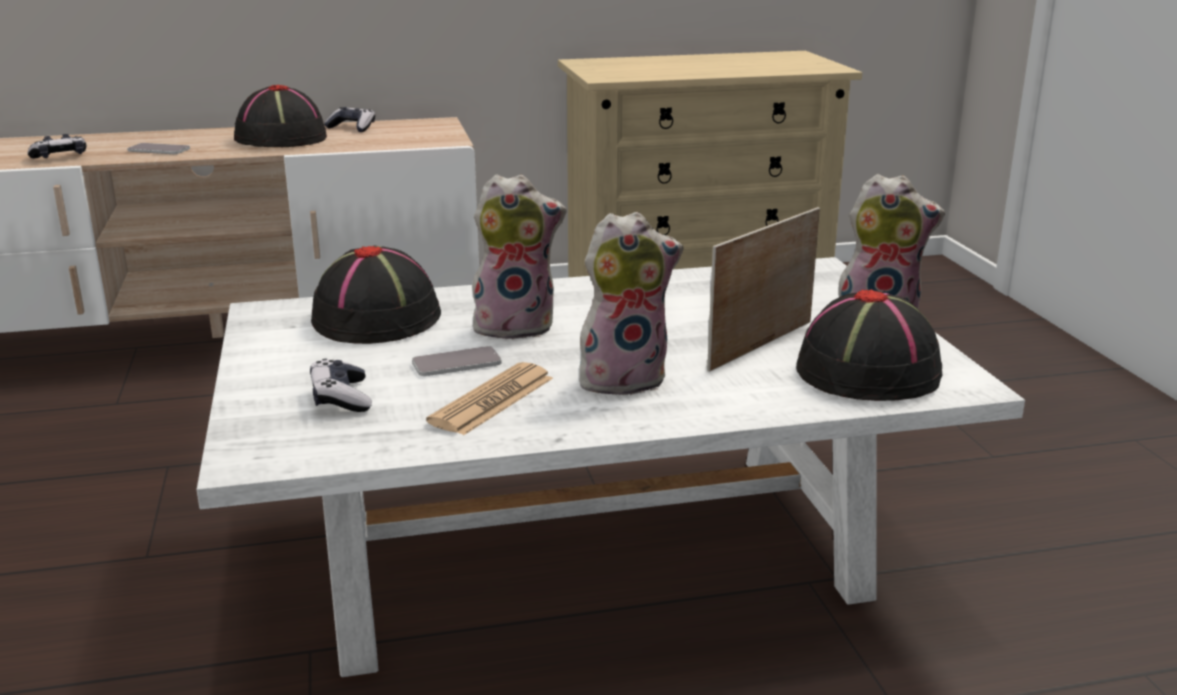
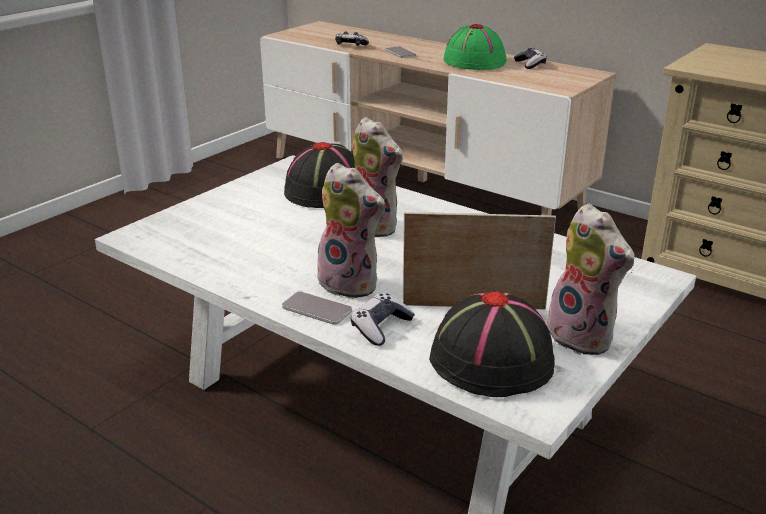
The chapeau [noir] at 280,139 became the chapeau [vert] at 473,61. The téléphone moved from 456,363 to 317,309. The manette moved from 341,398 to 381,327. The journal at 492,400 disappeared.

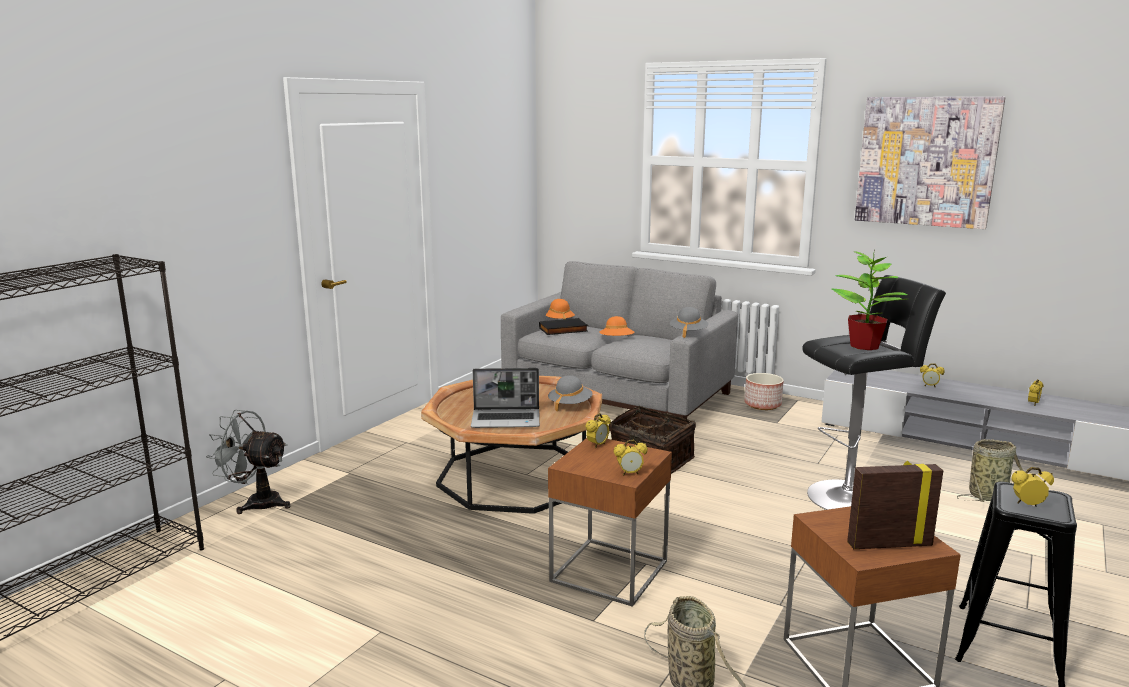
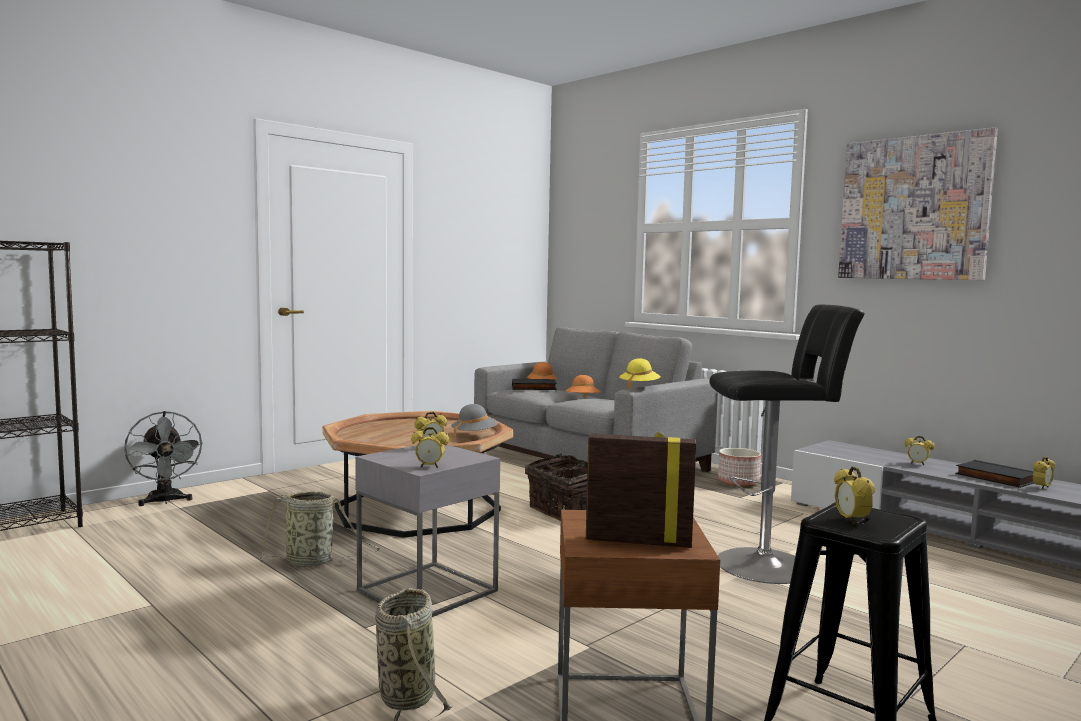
The plante en pot at 865,346 disappeared. The chapeau [gris] at 688,333 became the chapeau [jaune] at 639,387. The ordinateur portable at 507,420 disappeared. The ventilateur [gris] at 256,503 turned 150 degrees counterclockwise. The table d'appoint [marron] at 609,571 became the table d'appoint [gris] at 427,590. The panier moved from 989,496 to 313,562. The réveil at 1028,505 turned 120 degrees counterclockwise. The livre [noir] at 994,478 appeared.

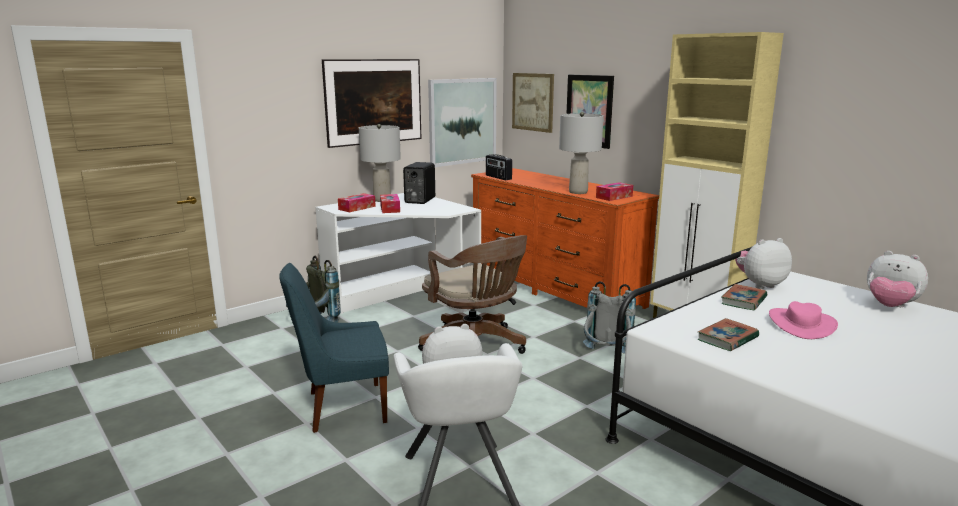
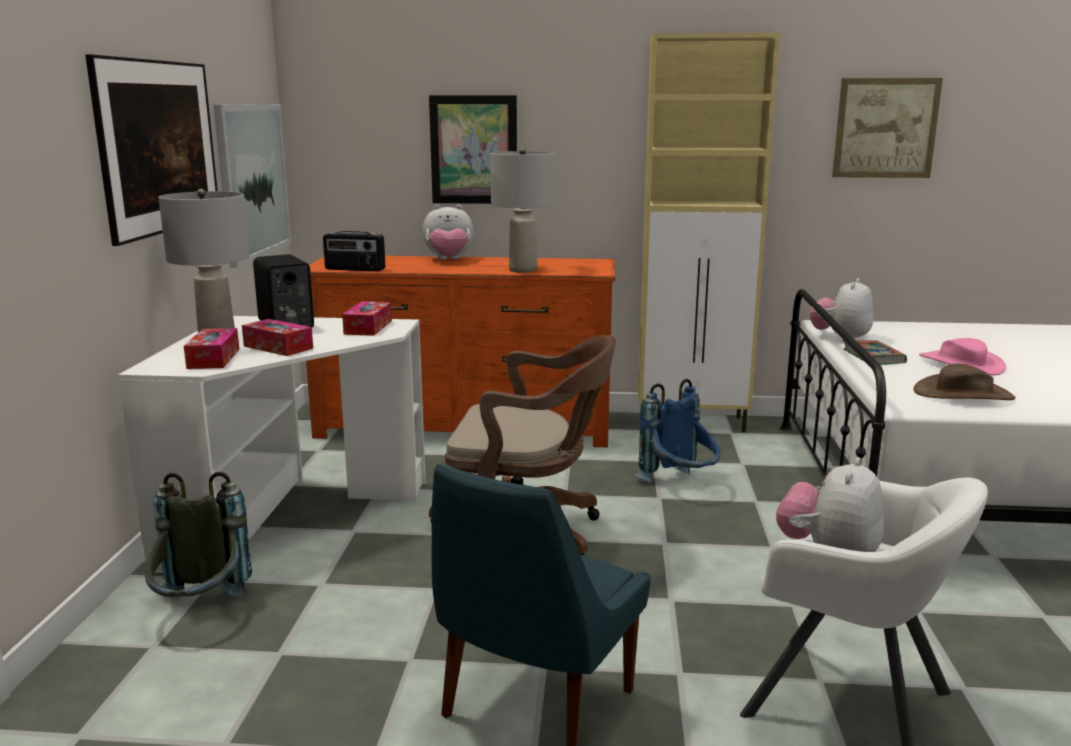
The tableau moved from 532,102 to 885,128. The boîte à mouchoirs moved from 614,197 to 368,327. The peluche moved from 890,306 to 448,260. The sac à dos [gris] at 606,357 became the sac à dos [bleu] at 680,486. The livre at 727,338 was replaced by the chapeau [marron] at 963,394.

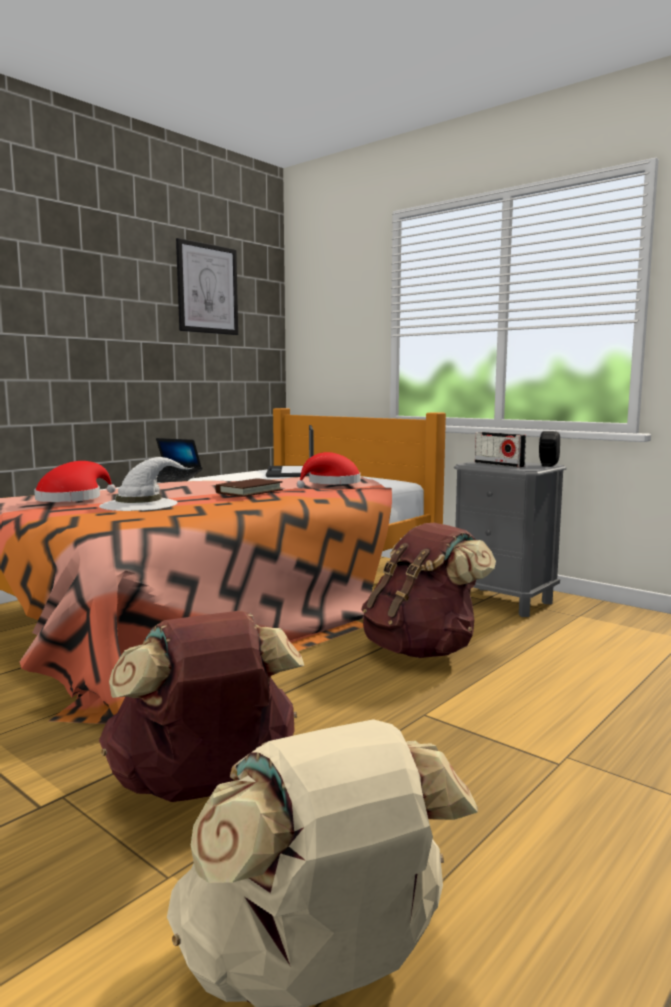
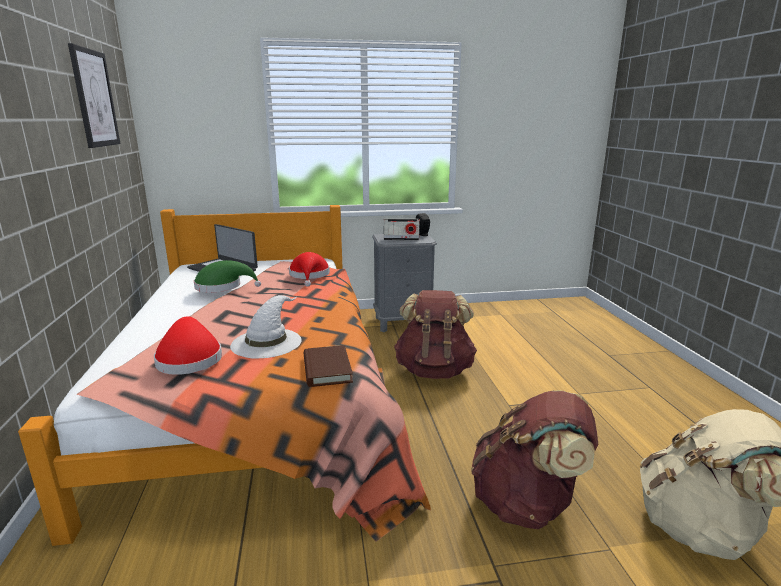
The ordinateur portable at 174,480 disappeared. The livre [marron] moved from 249,491 to 327,369. The chapeau [vert] at 222,286 appeared.

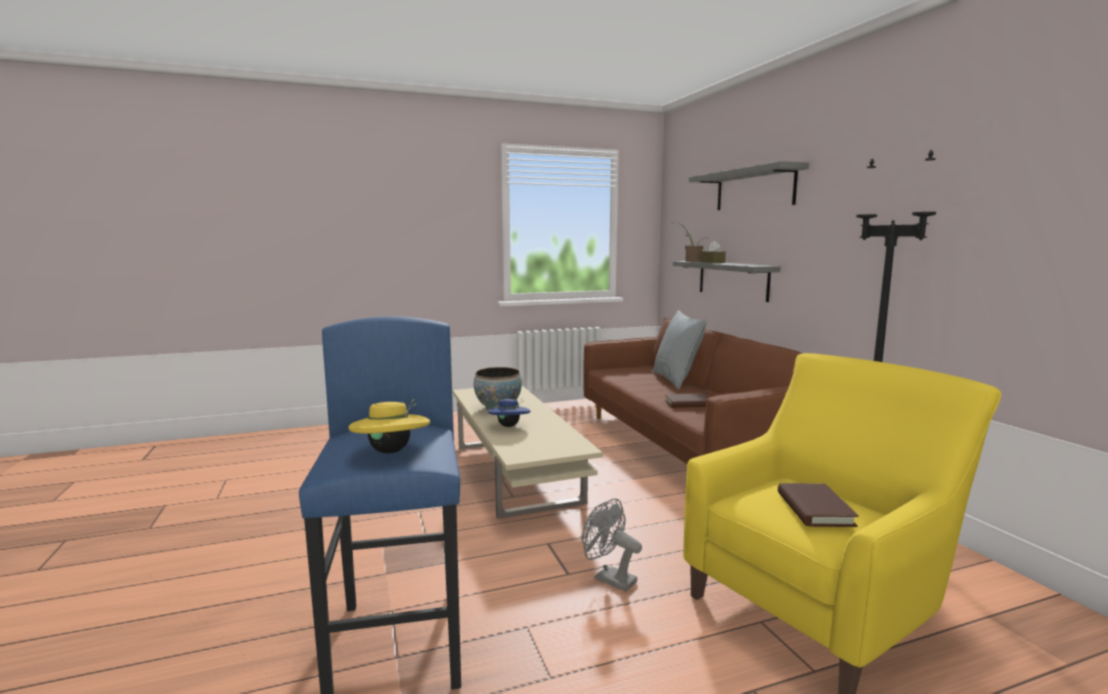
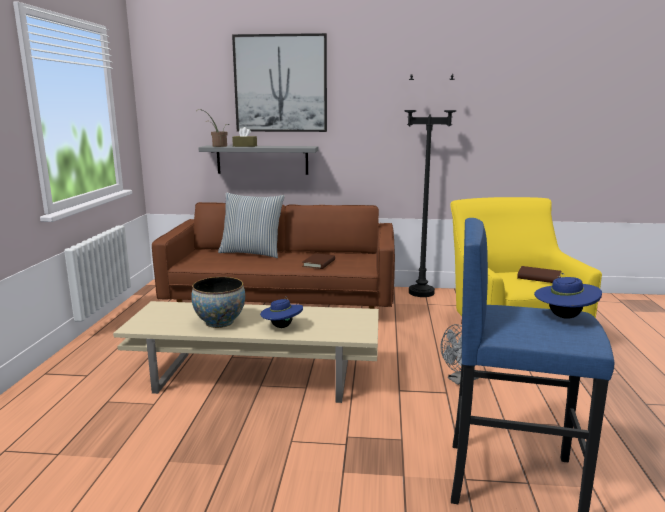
The étagère [gris] at 754,189 was replaced by the tableau at 280,84. The chapeau [jaune] at 391,451 became the chapeau [bleu] at 564,316.

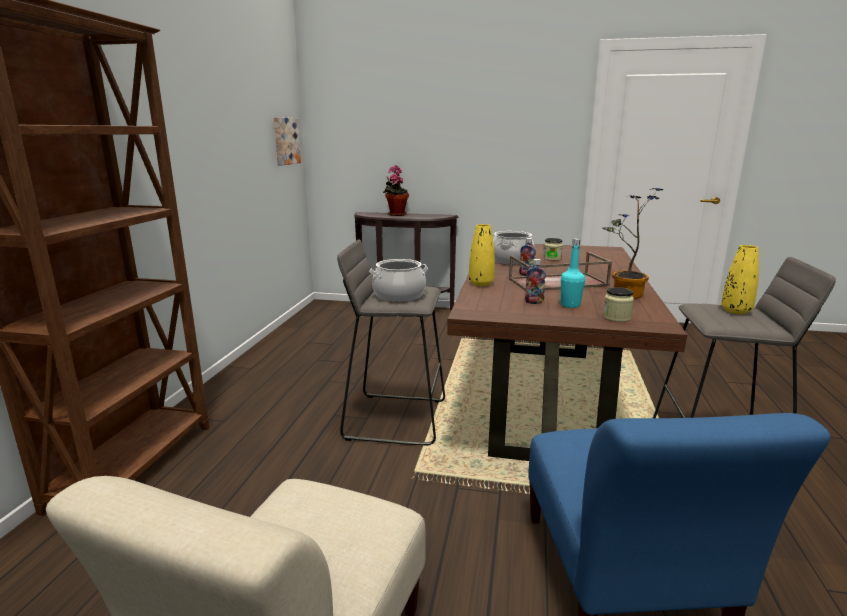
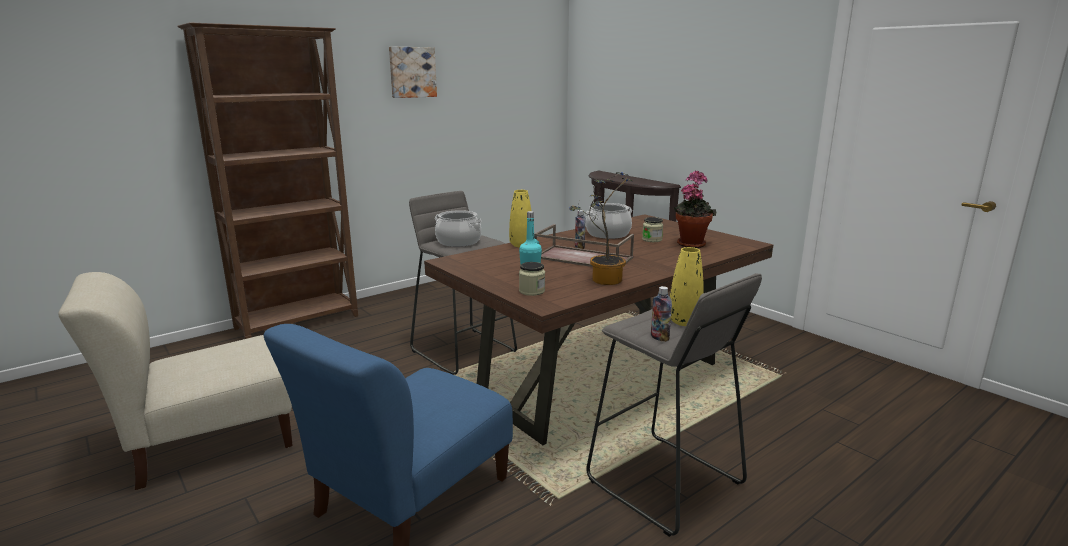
The tableau moved from 285,141 to 412,72. The plante en pot moved from 396,214 to 690,243. The bouteille moved from 534,302 to 659,338.

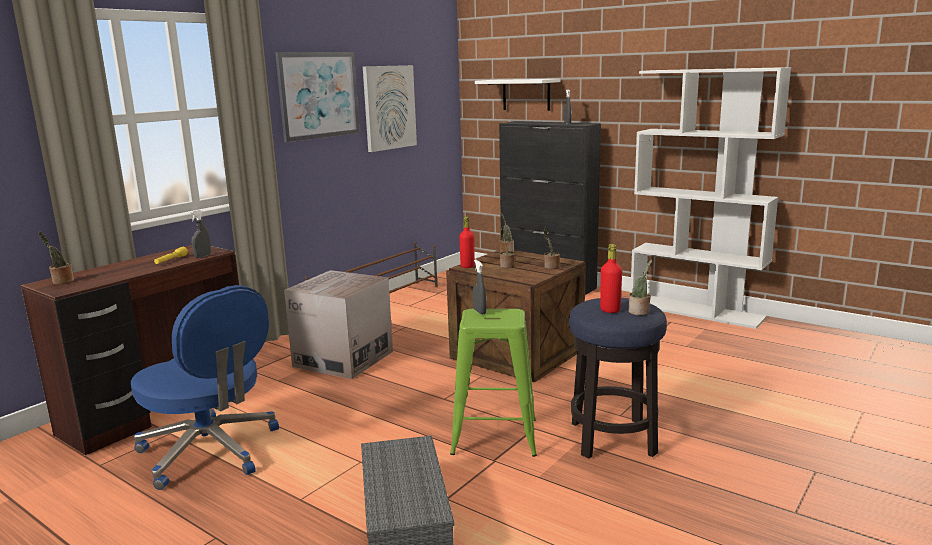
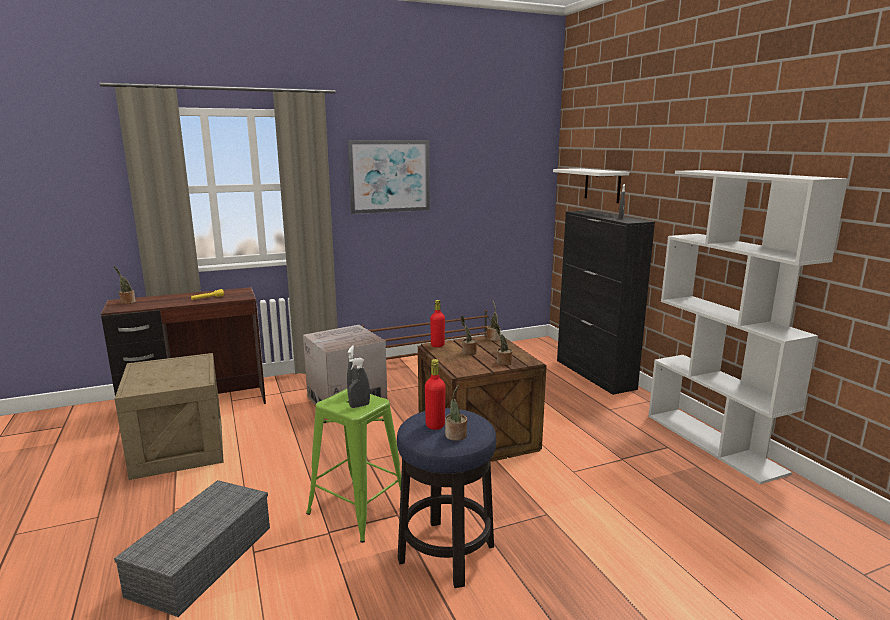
The tableau at 389,107 disappeared. The vaporisateur [gris] moved from 202,256 to 359,406. The chaise de bureau [bleu] at 211,451 was replaced by the caisse at 179,448.

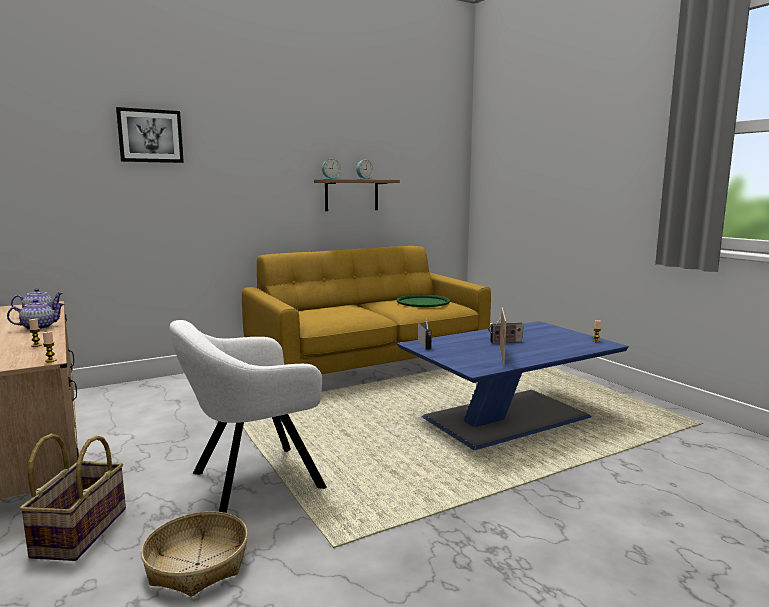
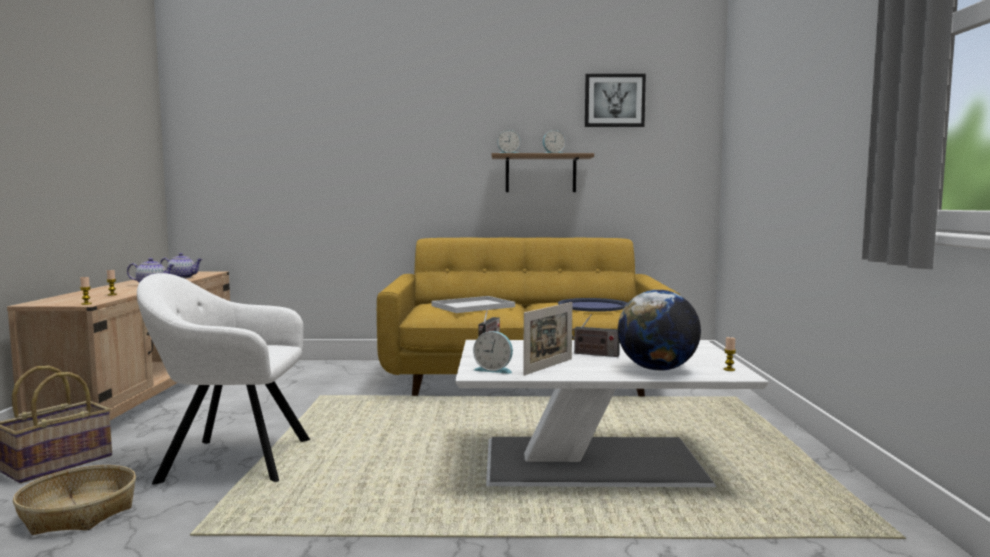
The tableau moved from 150,136 to 614,100. The plateau [vert] at 423,302 became the plateau [bleu] at 593,306. The table basse [bleu] at 508,417 became the table basse [blanc] at 597,462. The globe at 657,369 appeared. The plateau [blanc] at 473,306 appeared. The réveil at 494,369 appeared.

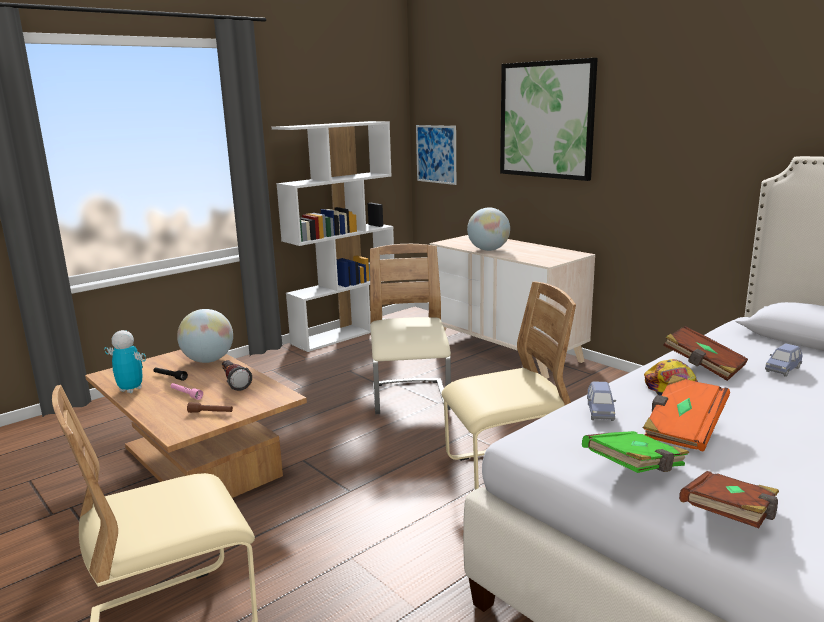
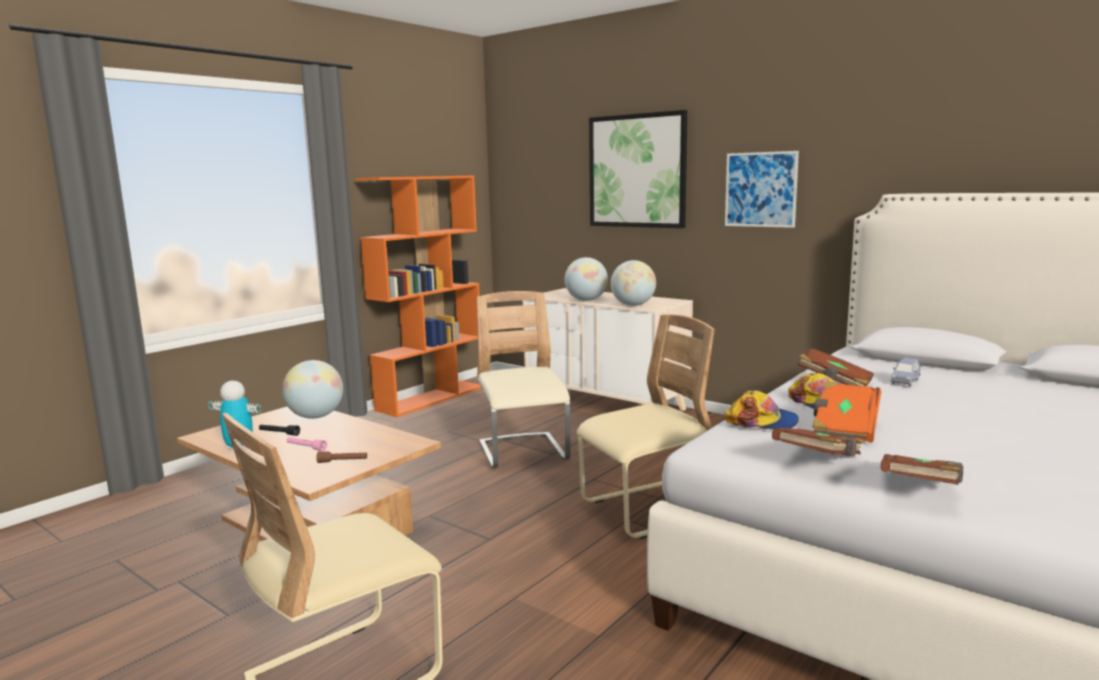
The bibliothèque [blanc] at 345,333 became the bibliothèque [orange] at 431,398. The tableau moved from 436,154 to 760,189. The lampe de poche at 234,382 disappeared. The petite voiture [bleu] at 600,412 was replaced by the casquette at 762,421. The livre [vert] at 636,469 became the livre [marron] at 819,460. The globe at 633,305 appeared.

